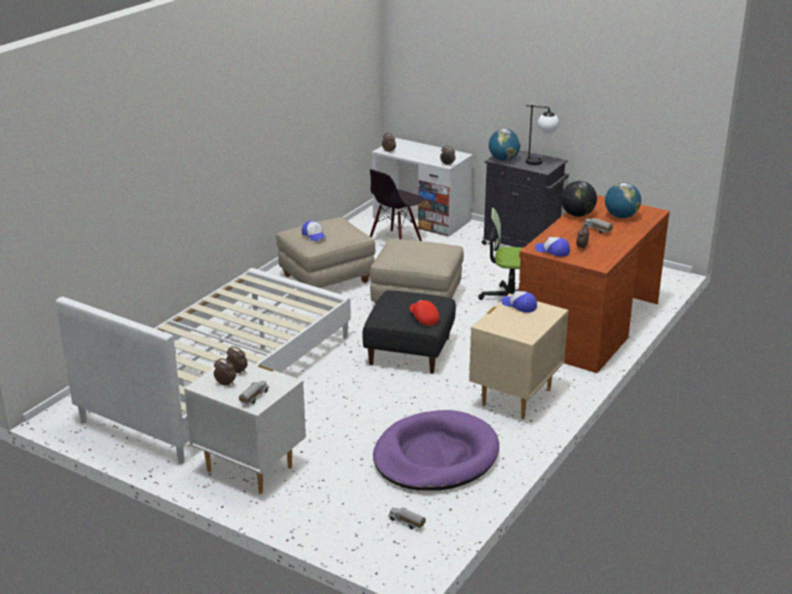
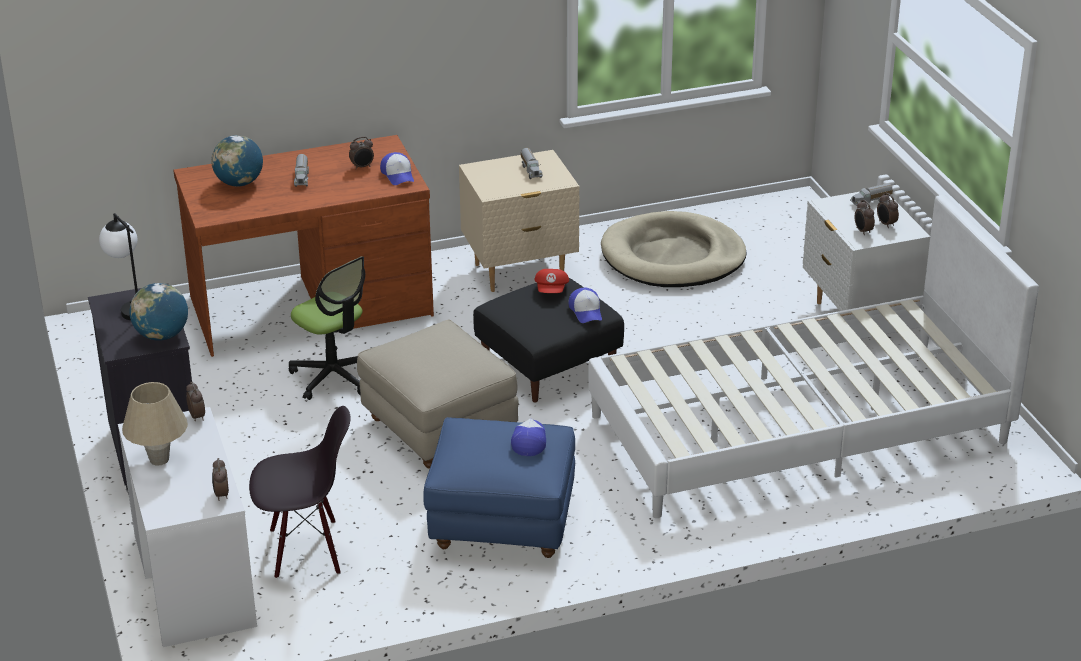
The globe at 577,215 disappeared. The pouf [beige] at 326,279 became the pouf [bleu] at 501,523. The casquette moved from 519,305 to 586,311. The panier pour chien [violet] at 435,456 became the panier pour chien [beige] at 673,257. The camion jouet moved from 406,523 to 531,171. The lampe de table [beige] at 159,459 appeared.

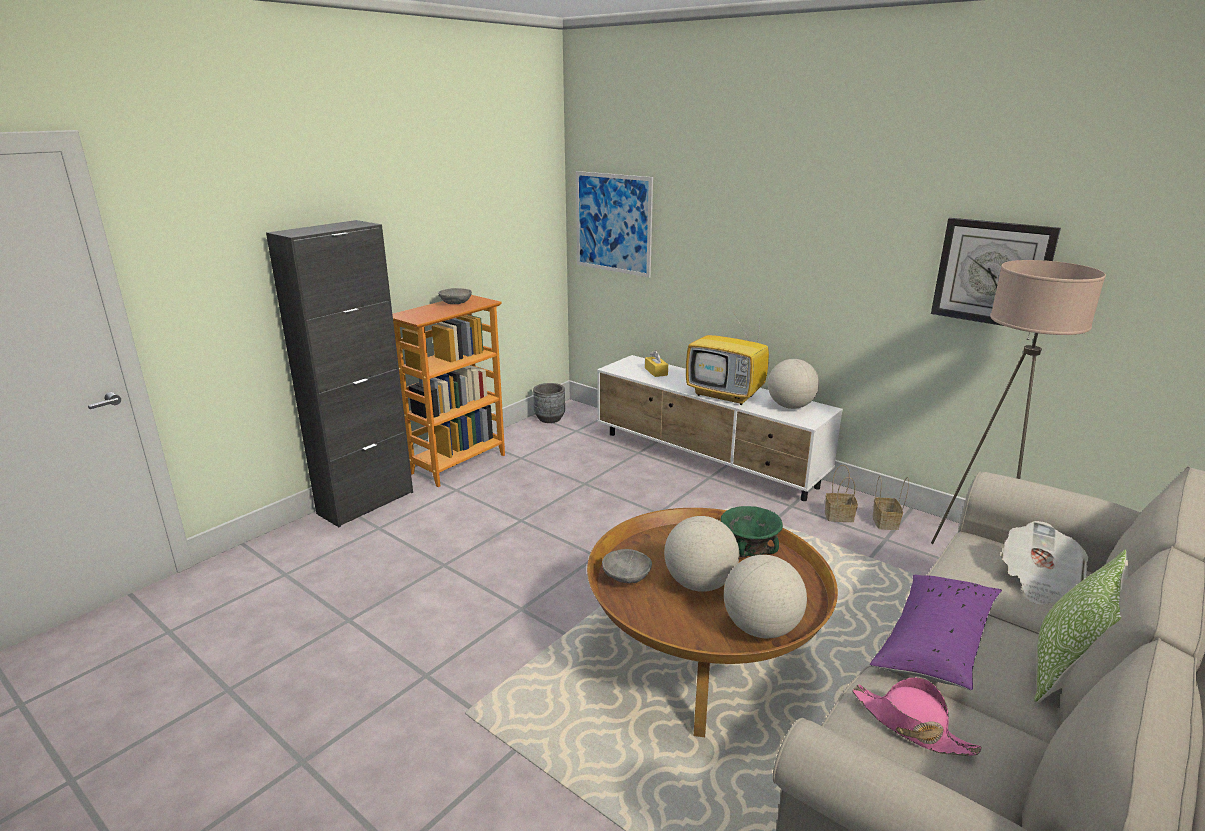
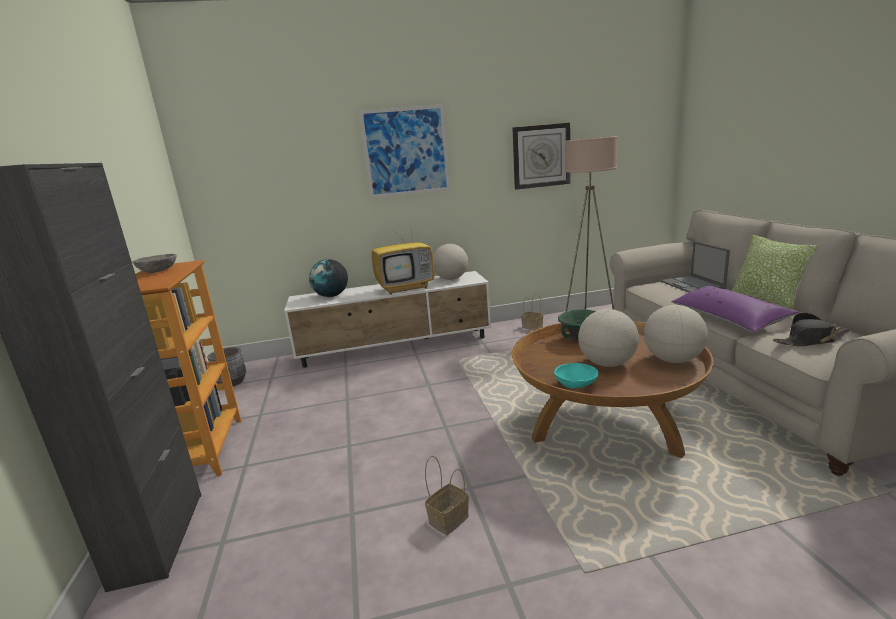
The tableau moved from 613,223 to 406,151. The boîte à mouchoirs [jaune] at 656,371 was replaced by the globe at 332,296. The panier moved from 840,516 to 449,518. The journal at 1039,582 was replaced by the ordinateur portable at 692,285. The bol [gris] at 626,578 became the bol [turquoise] at 576,385. The chapeau [rose] at 911,725 became the chapeau [noir] at 810,341.

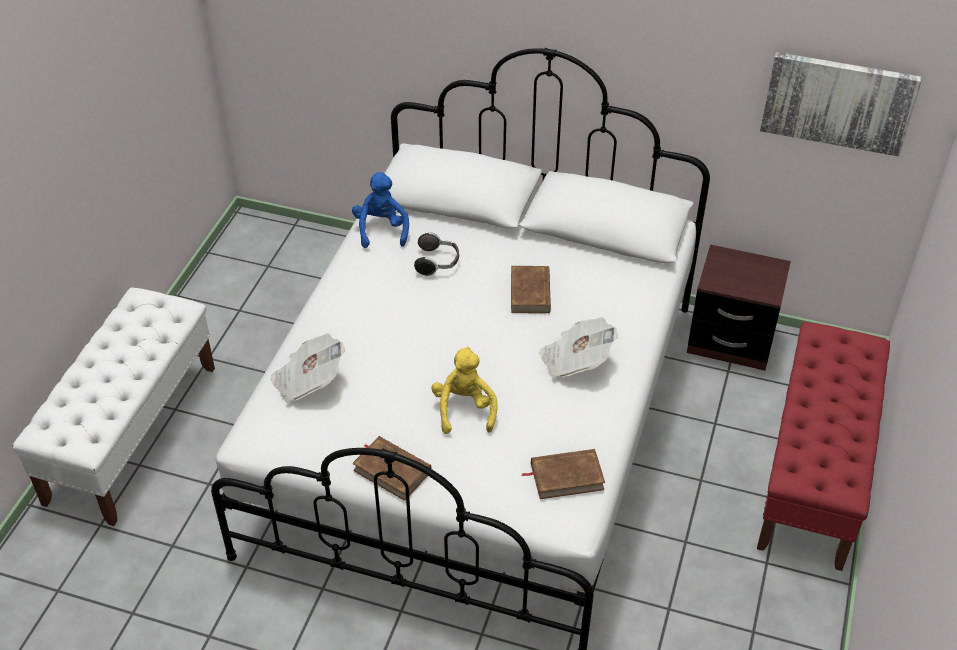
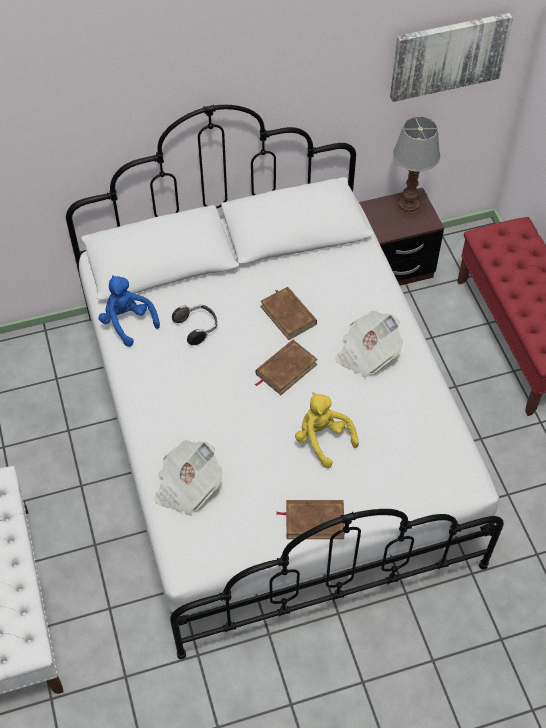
The livre [marron] moved from 566,476 to 285,369. The lampe de table at 408,205 appeared.

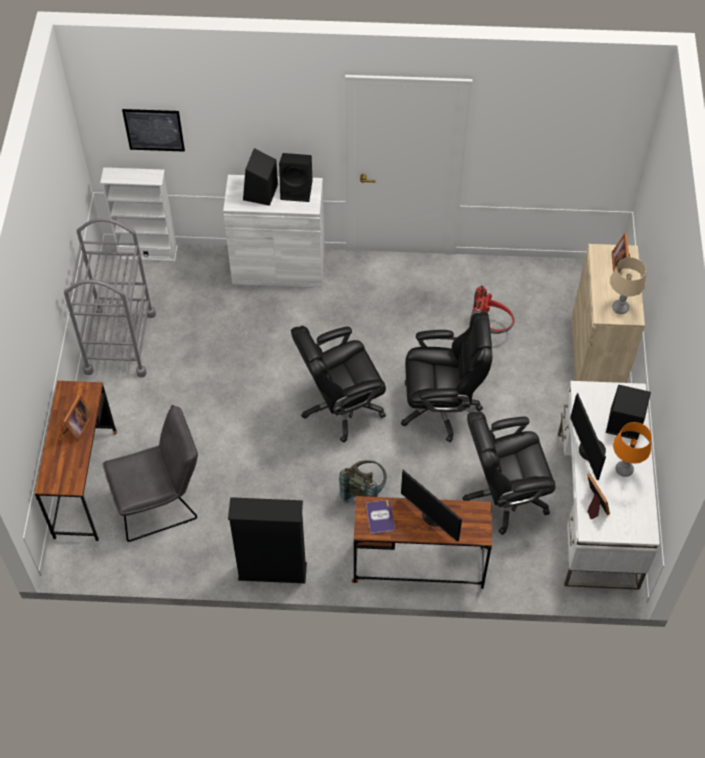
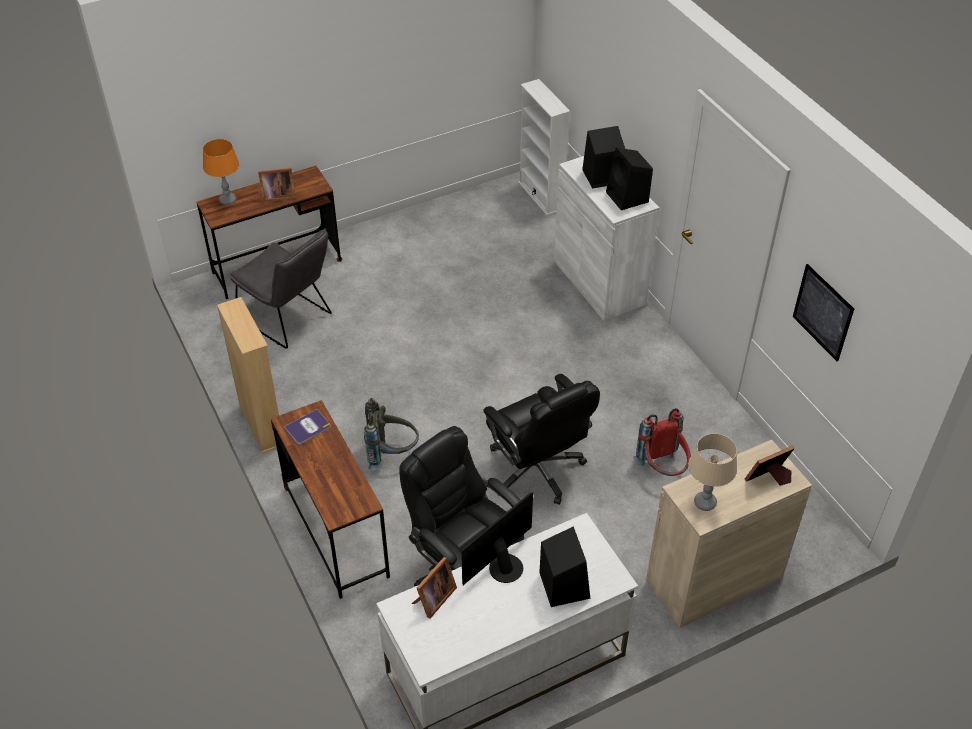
The tableau moved from 154,130 to 823,312. The chariot [gris] at 120,342 disappeared. The chaise de bureau [noir] at 340,406 disappeared. The lampe de table [orange] moved from 624,470 to 227,200. The écran d'ordinateur at 433,516 disappeared. The bibliothèque [noir] at 272,572 became the bibliothèque [beige] at 262,424.

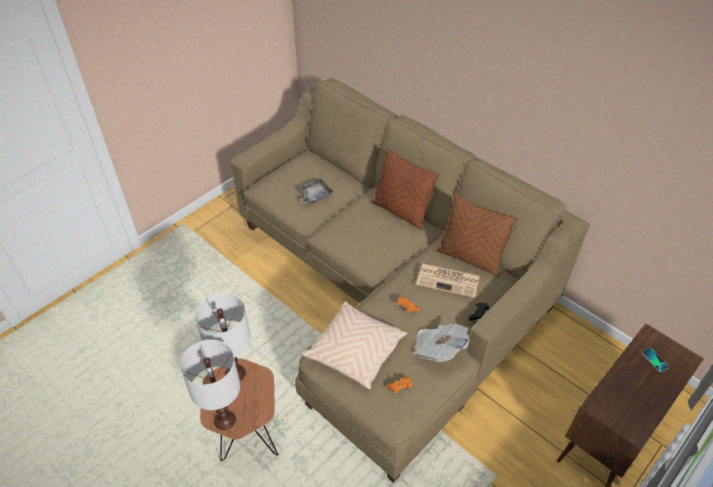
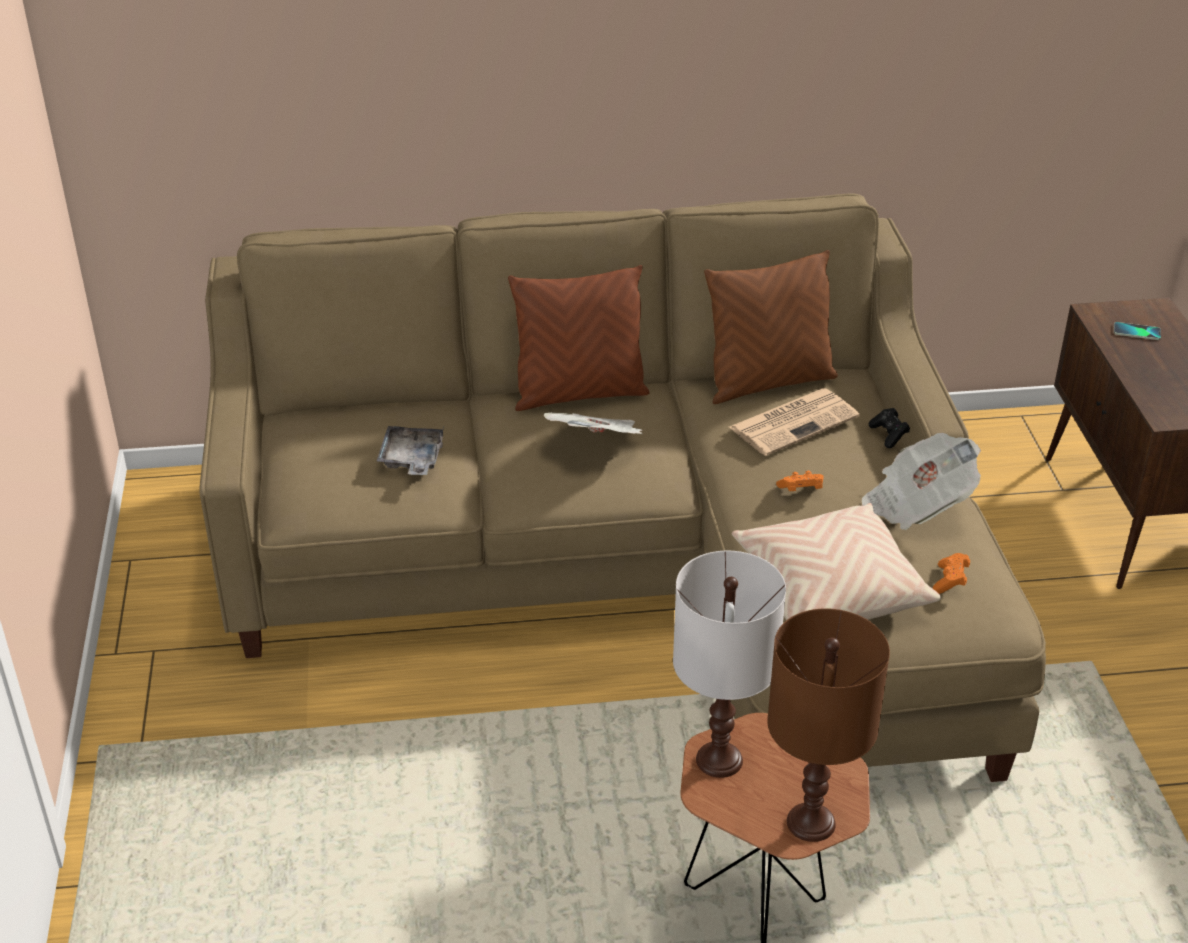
The lampe de table [blanc] at 224,420 became the lampe de table [marron] at 811,823. The journal at 597,444 appeared.

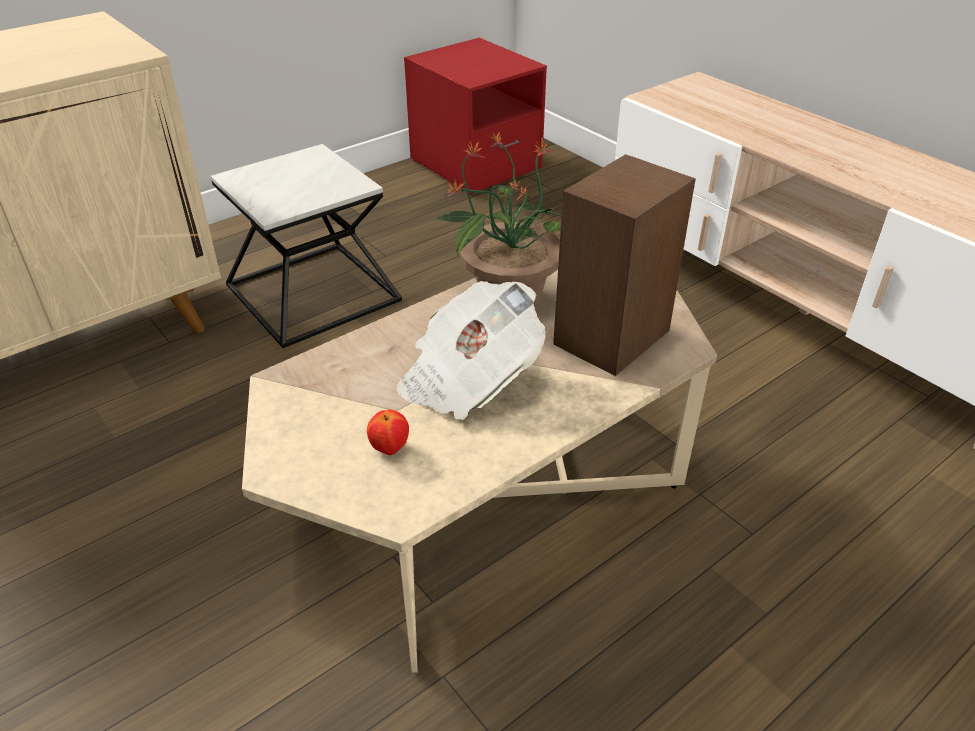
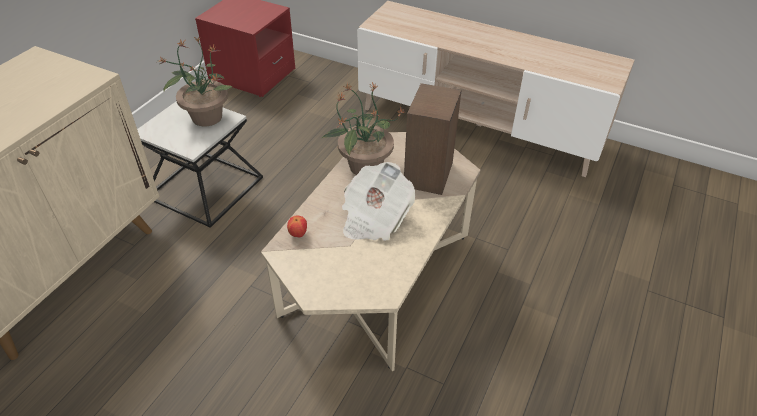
The pomme moved from 390,448 to 298,234. The plante en pot at 206,117 appeared.

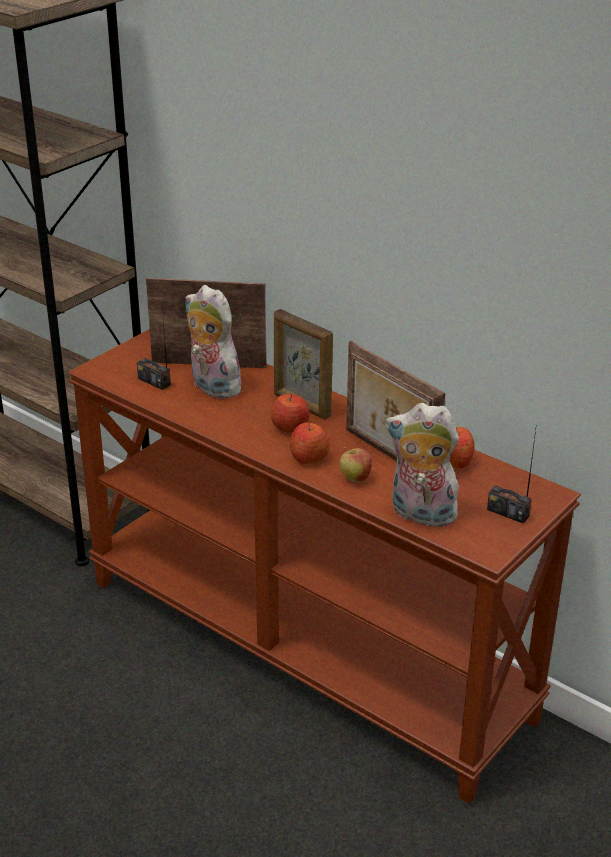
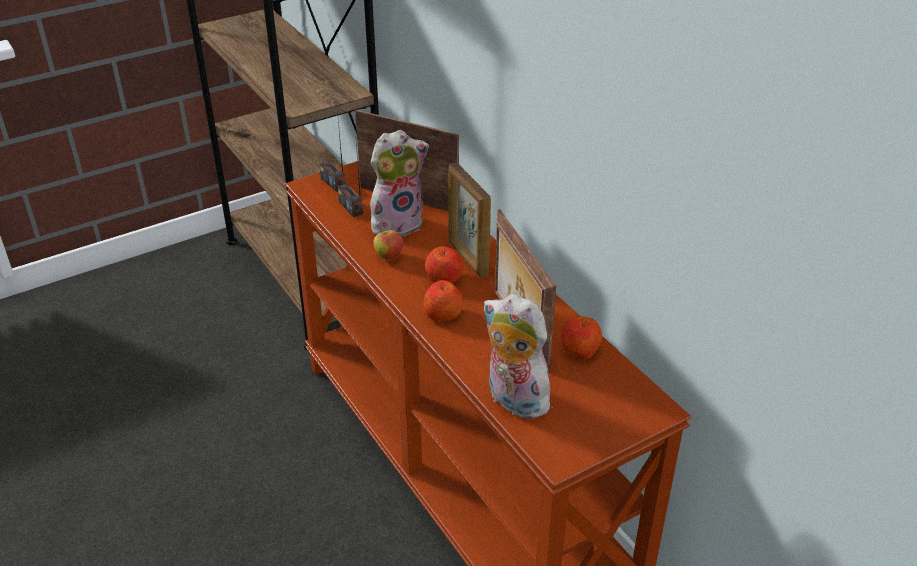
The peluche at 211,387 turned 90 degrees clockwise. The radio moved from 508,513 to 333,183. The pomme moved from 355,478 to 388,256.

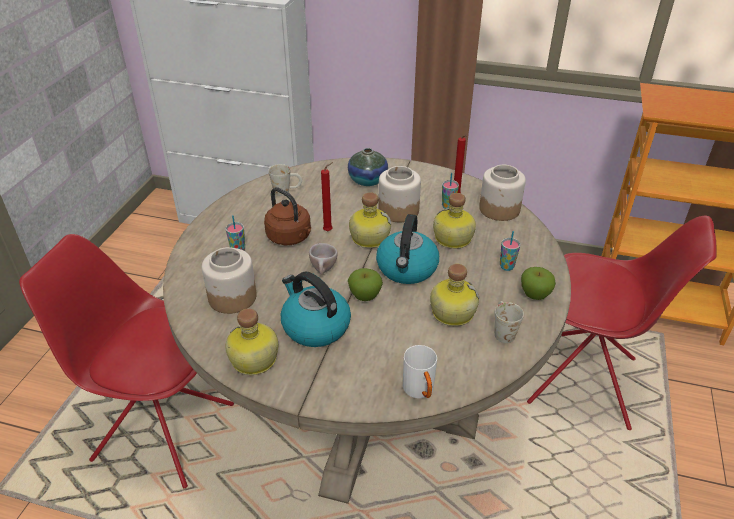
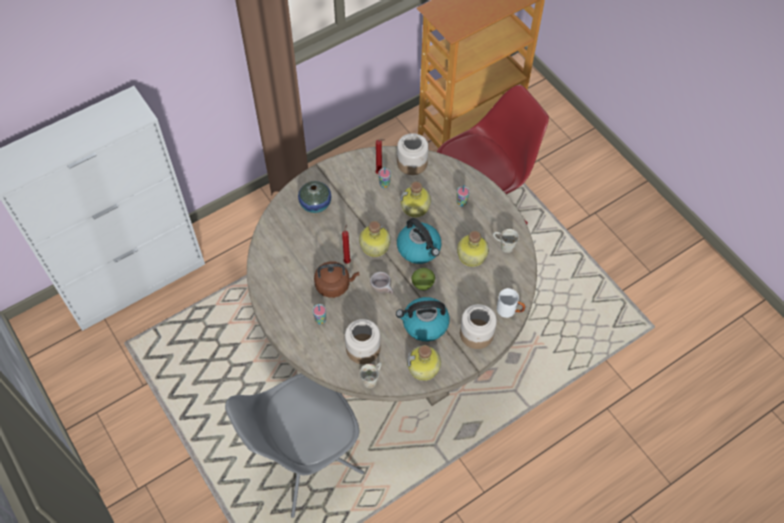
The mug [blanc] moved from 286,191 to 372,378. The bocal moved from 398,210 to 476,333. The chaise [rouge] at 162,430 became the chaise [gris] at 305,462. The pomme at 535,295 disappeared.

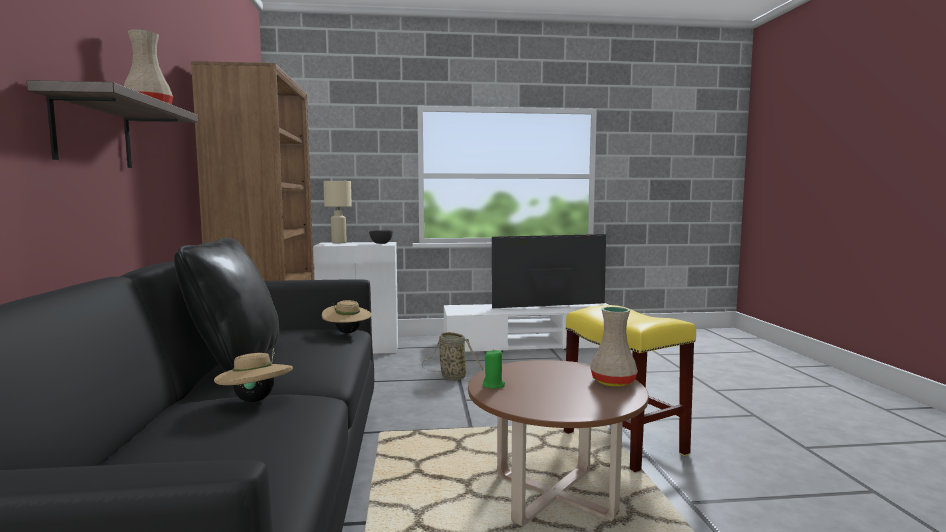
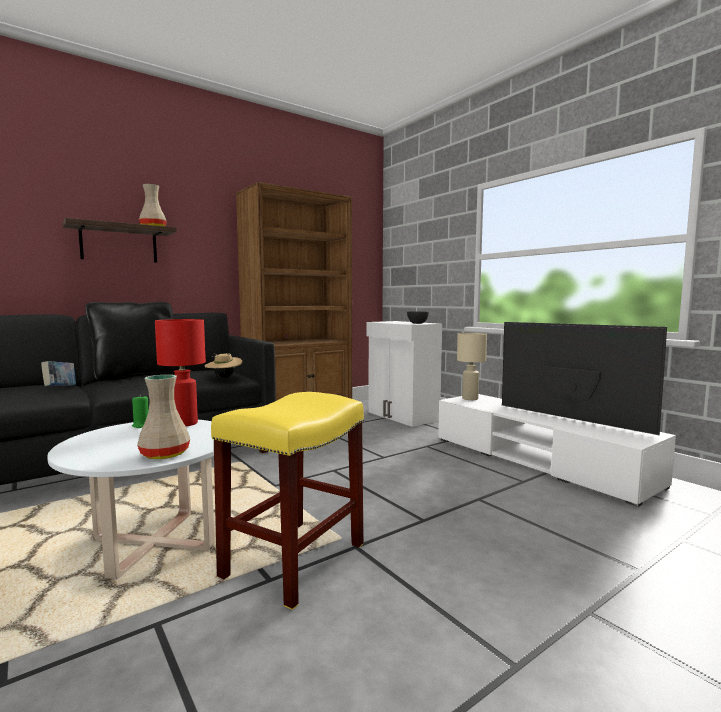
The lampe de table [beige] moved from 338,242 to 470,398. The panier at 451,377 disappeared. The chapeau [beige] at 255,400 was replaced by the livre at 60,388. The table basse [marron] at 553,496 became the table basse [blanc] at 153,544. The lampe de table [rouge] at 184,423 appeared.

